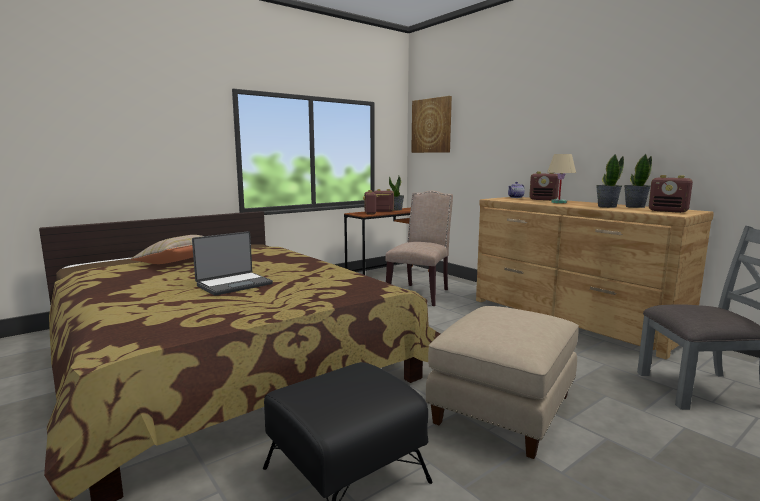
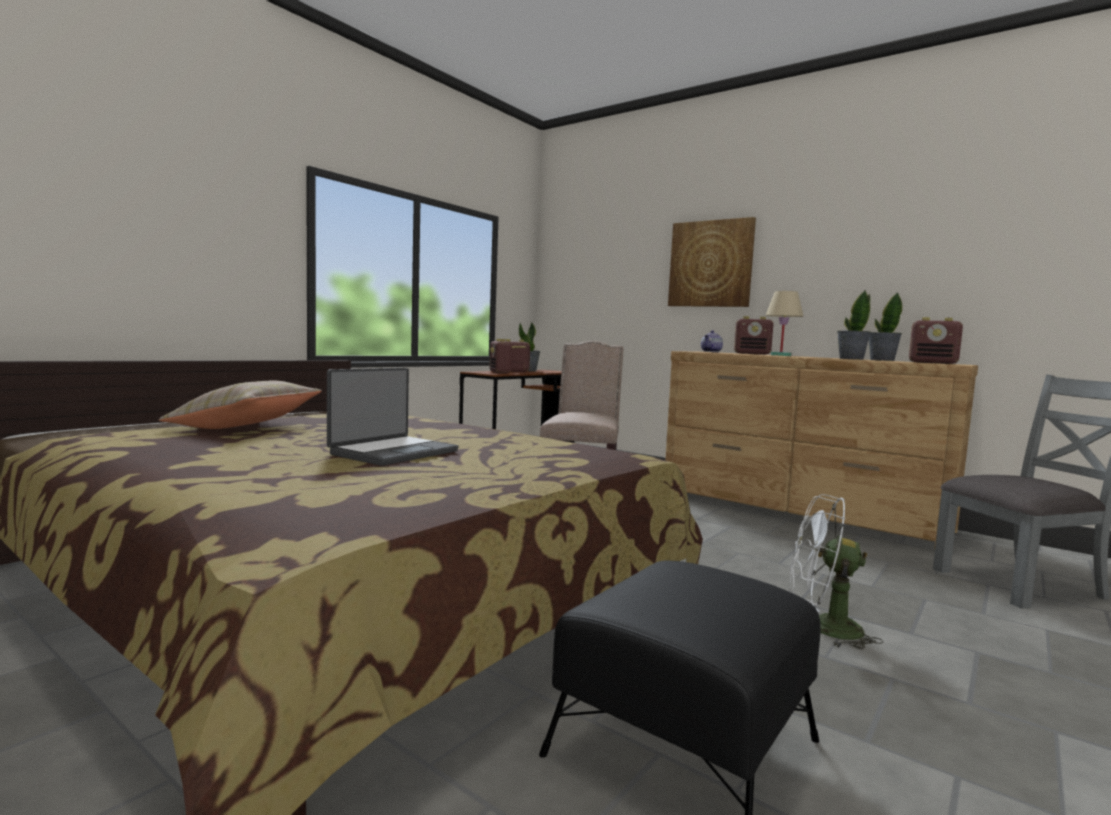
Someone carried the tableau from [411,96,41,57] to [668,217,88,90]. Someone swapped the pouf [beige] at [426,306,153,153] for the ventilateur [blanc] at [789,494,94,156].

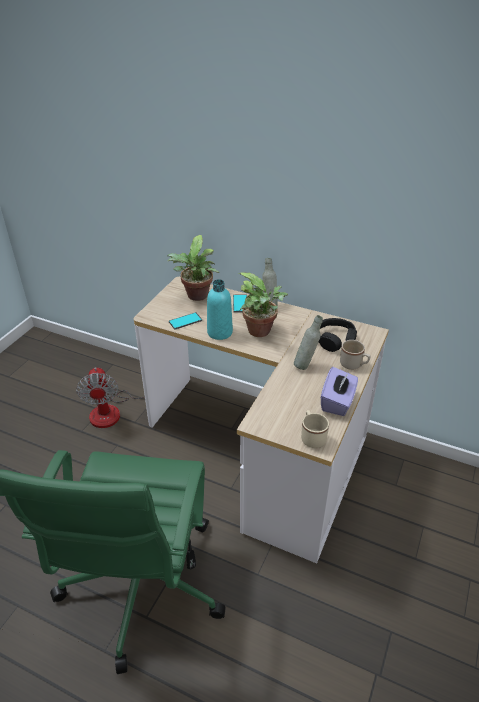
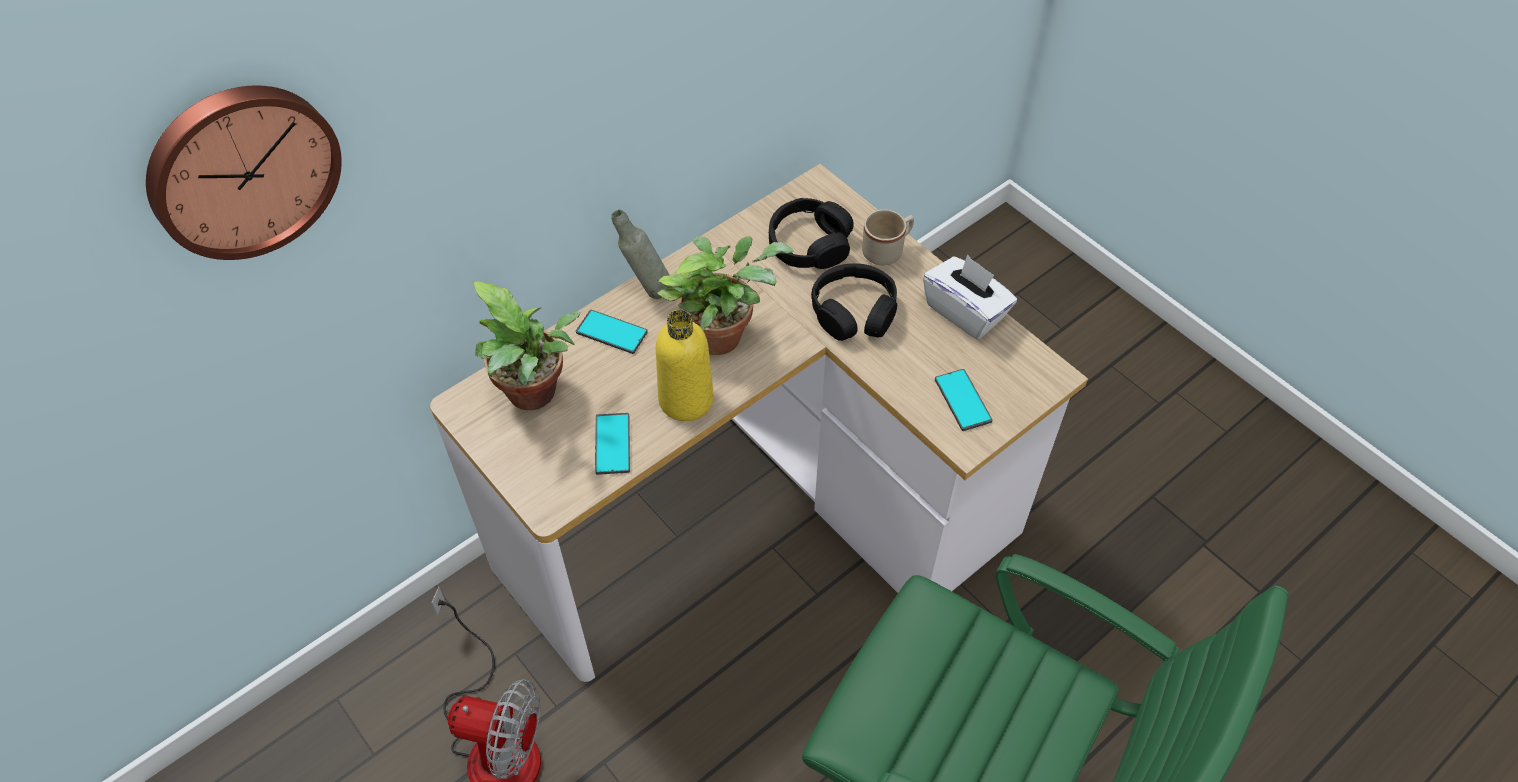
Someone repainted the bouteille [turquoise] at [207,279,26,61], which became the bouteille [jaune] at [656,310,58,111]. Someone swapped the bouteille [gris] at [294,315,29,55] for the casque audio [noir] at [811,263,86,78]. Someone repainted the boîte à mouchoirs [violet] at [321,367,37,49], which became the boîte à mouchoirs [blanc] at [923,255,94,84]. Someone took away the mug [beige] at [301,410,28,38]. Someone put up the horloge murale at [146,85,196,175]. Someone put down the téléphone at [935,369,58,62].

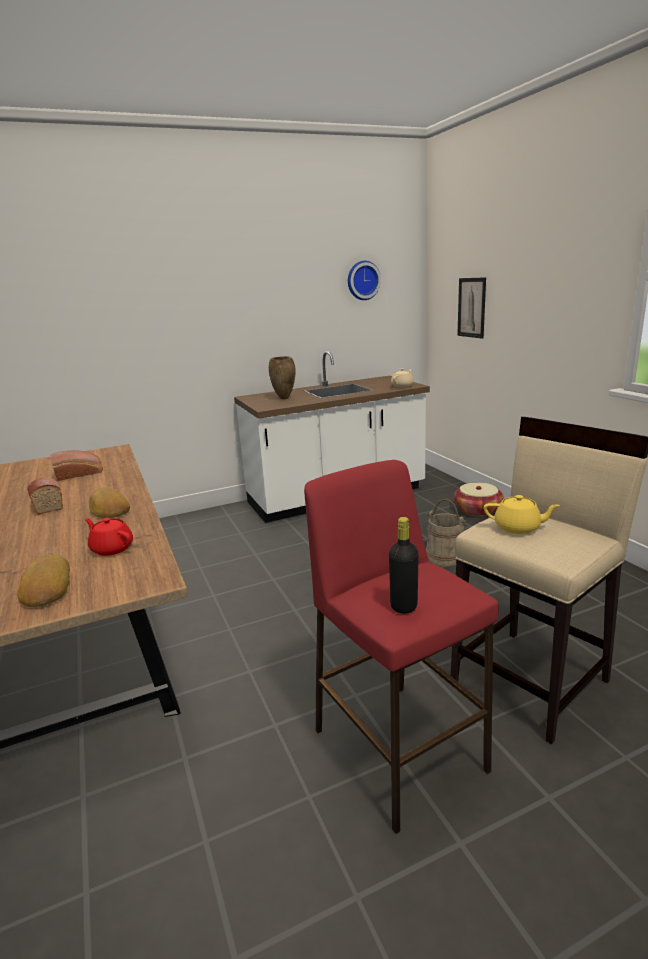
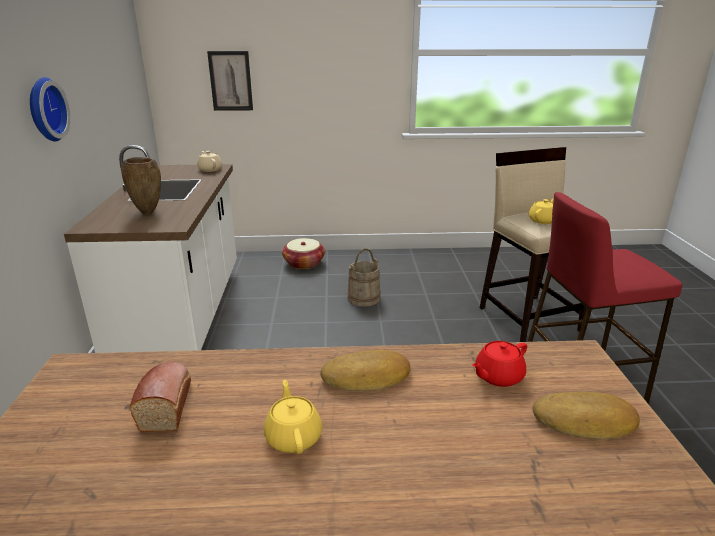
Someone carried the horloge murale from [348,261,33,39] to [30,77,40,65]. Someone swapped the pain at [27,477,36,37] for the théière [jaune] at [264,380,58,74]. Someone took away the bouteille [noir] at [389,517,30,97].

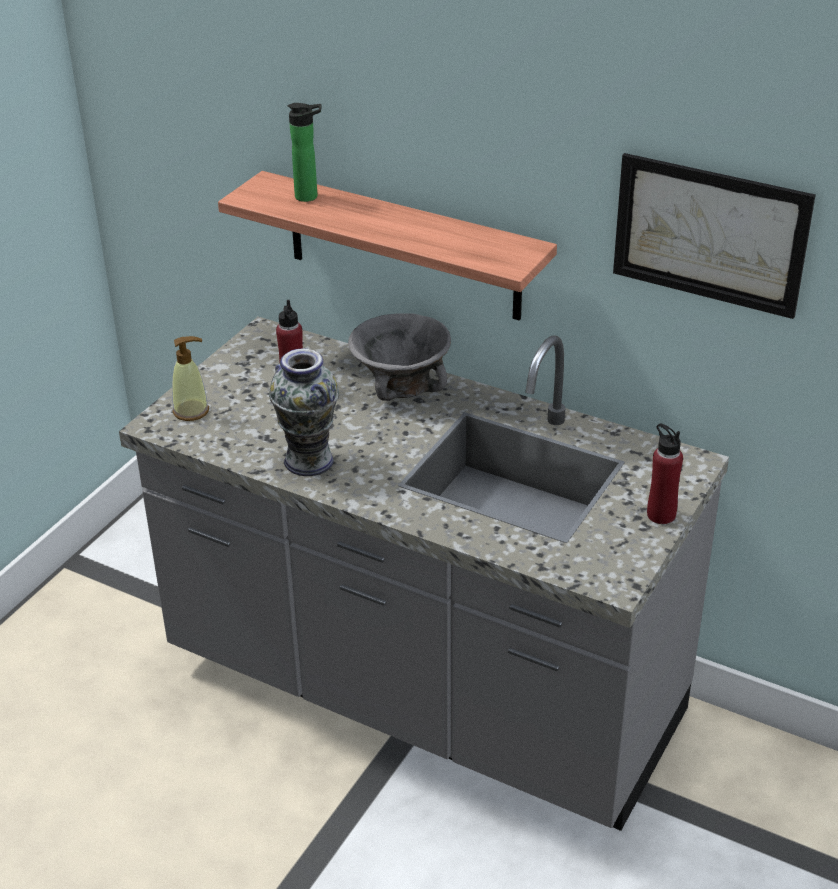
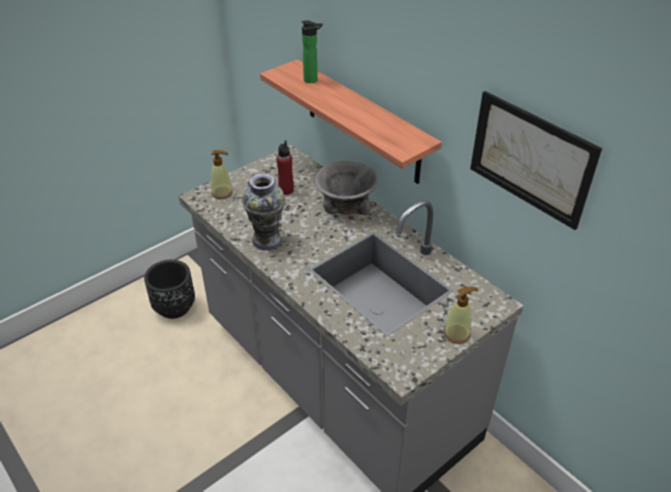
Someone swapped the bouteille [rouge] at [647,424,36,100] for the distributeur de savon at [444,287,34,57]. Someone put down the cache-pot [noir] at [144,260,51,59].

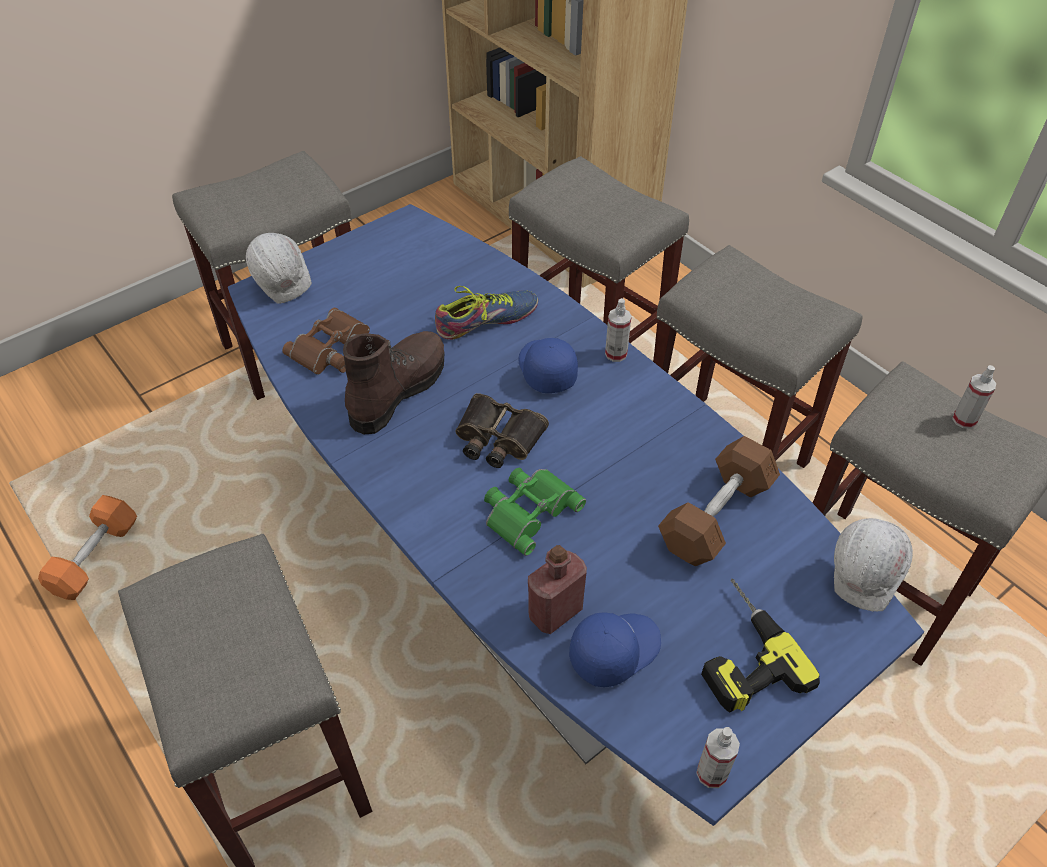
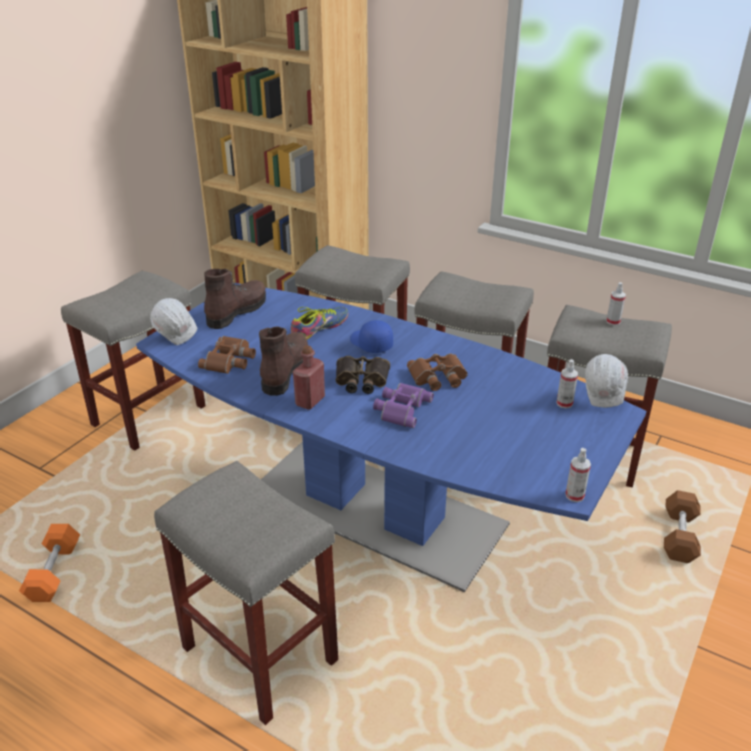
Someone carried the vaporisateur from [605,298,27,64] to [556,359,22,50]. Someone carried the haltère [marron] from [658,436,122,130] to [664,490,37,73]. Someone repainted the jumelles [vert] at [484,468,102,88], which became the jumelles [violet] at [373,383,61,45]. Someone carried the bouteille [rouge] from [528,545,59,89] to [293,345,32,65]. Someone took away the perceuse at [701,579,119,134]. Someone took away the casquette [bleu] at [569,612,92,75]. Someone put down the botte [marron] at [204,269,62,60]. Someone put down the jumelles [marron] at [407,353,61,38].

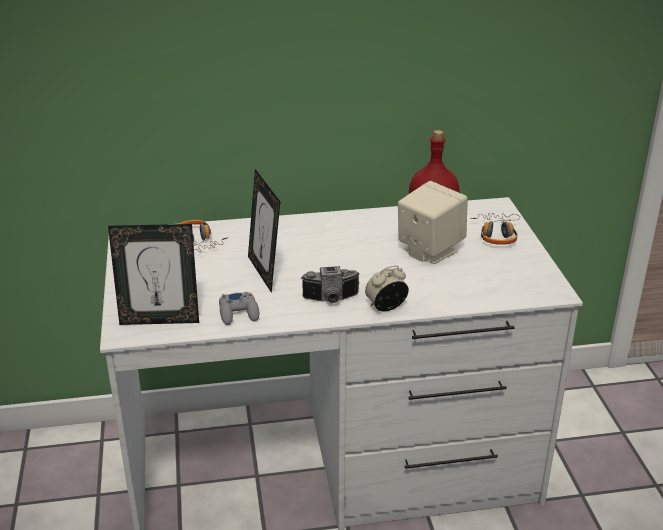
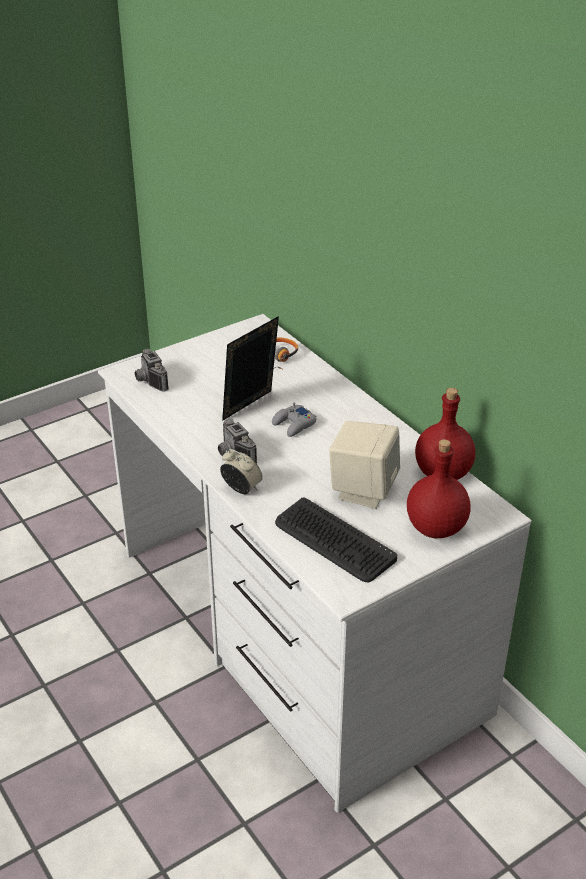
Someone swapped the casque audio at [470,213,50,32] for the bouteille [rouge] at [407,439,64,99]. Someone swapped the cadre photo at [108,224,91,101] for the appareil photo at [135,348,34,43]. Someone carried the manette [gris] from [219,292,40,33] to [272,402,45,35]. Someone put down the clavier at [275,497,122,85].

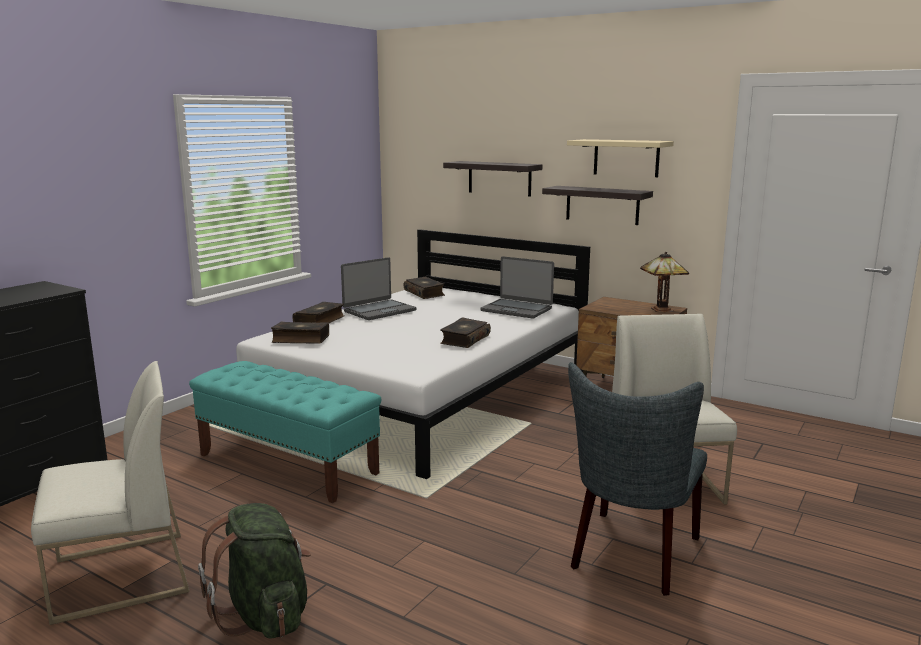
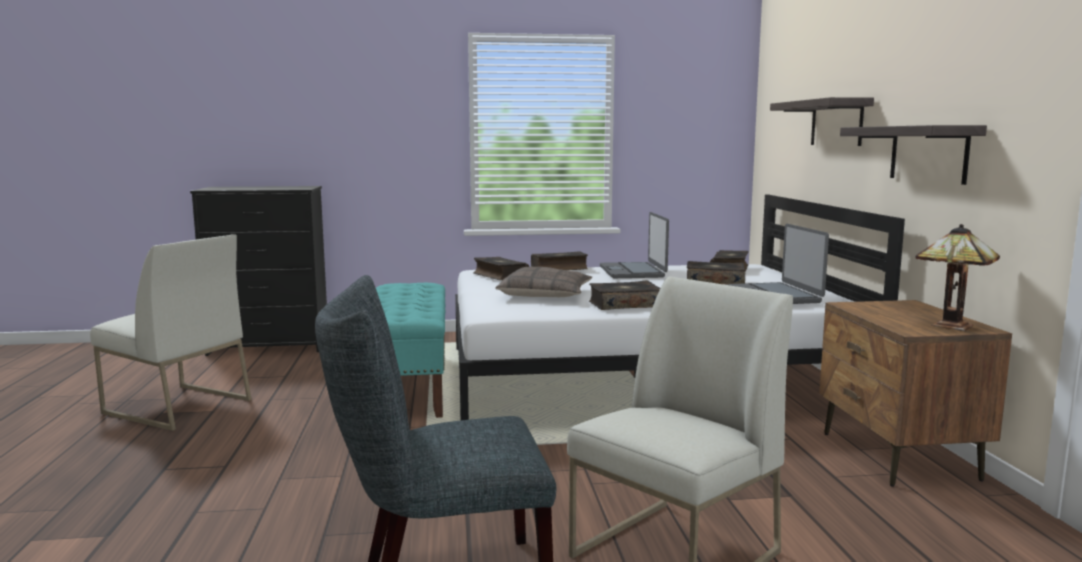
Someone took away the étagère [beige] at [567,139,107,38]. Someone rotated the ordinateur portable at [341,257,75,63] by 75 degrees clockwise. Someone took away the sac à dos [vert] at [198,503,113,136]. Someone put down the livre at [687,261,58,24]. Someone put down the coussin at [495,267,97,30].

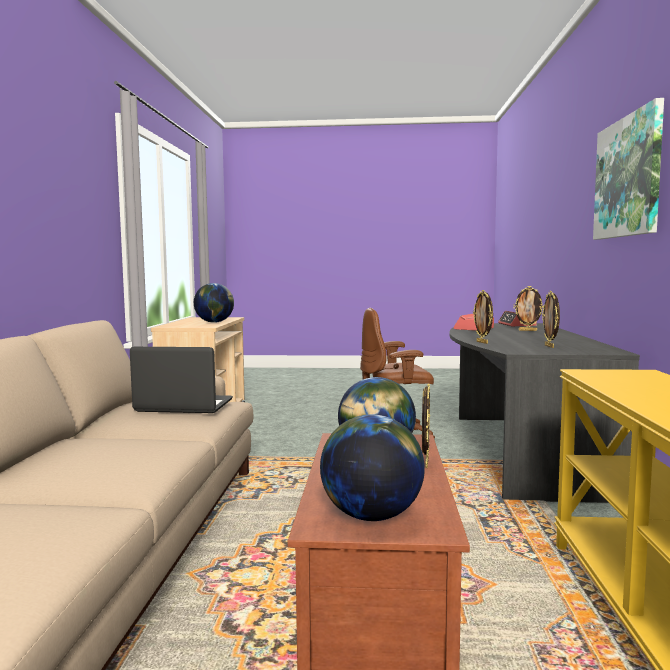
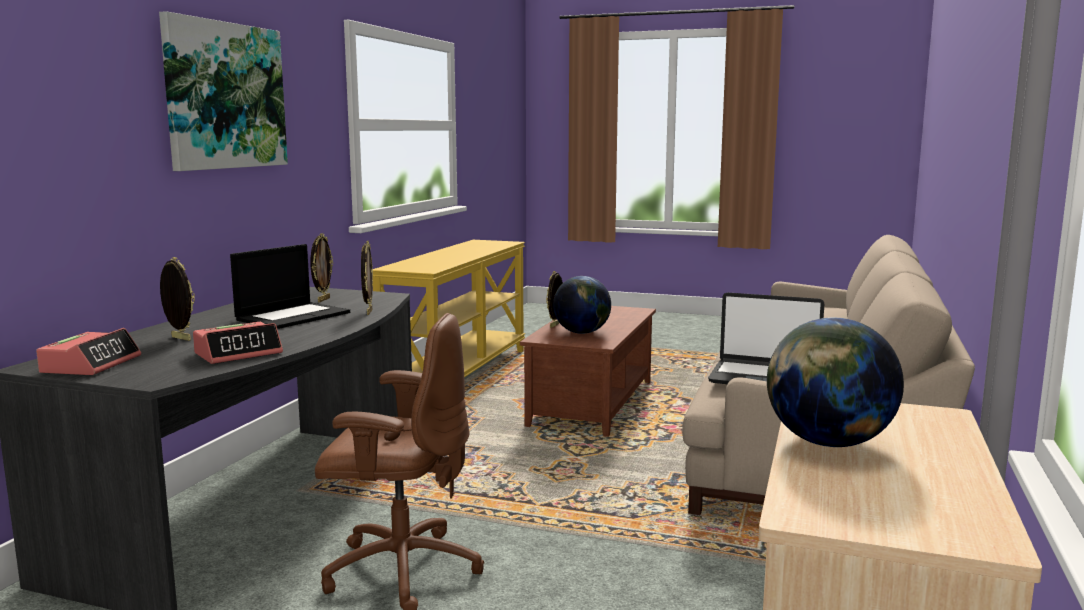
Someone took away the globe at [320,414,105,107]. Someone put down the ordinateur portable at [230,244,120,85].

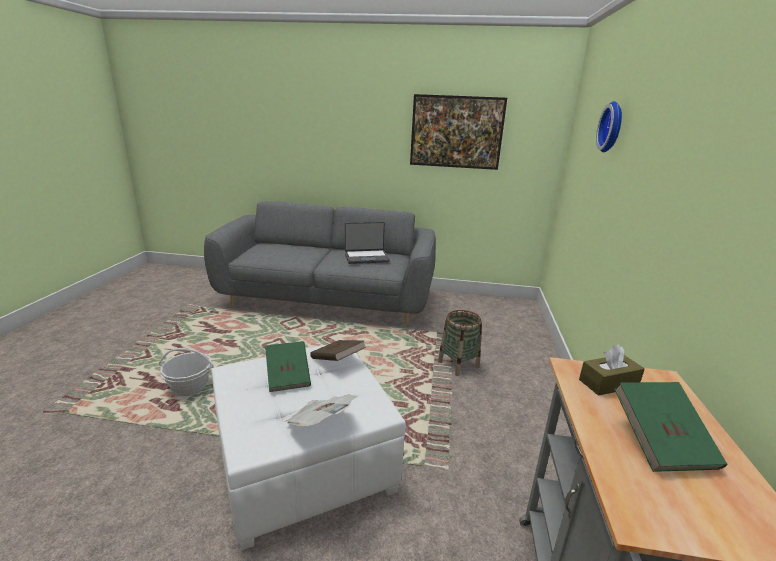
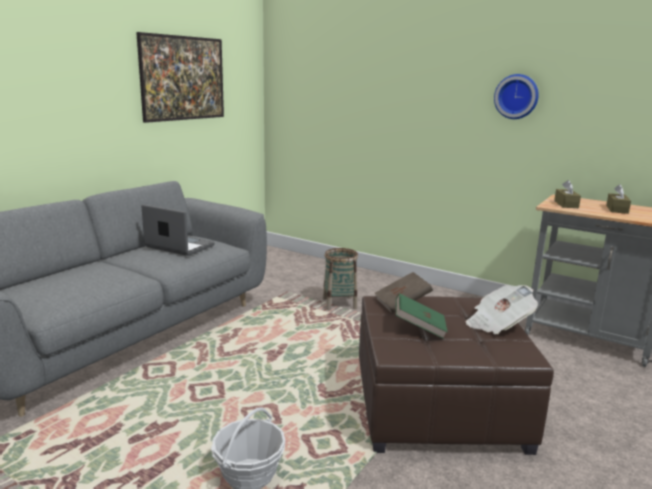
Someone carried the horloge murale from [596,101,26,51] to [494,74,45,45]. Someone rotated the ordinateur portable at [345,222,45,42] by 75 degrees counterclockwise. Someone repainted the pouf [blanc] at [211,344,195,206], which became the pouf [marron] at [359,296,195,159]. Someone swapped the livre [vert] at [614,382,113,90] for the boîte à mouchoirs [marron] at [606,184,25,30].

